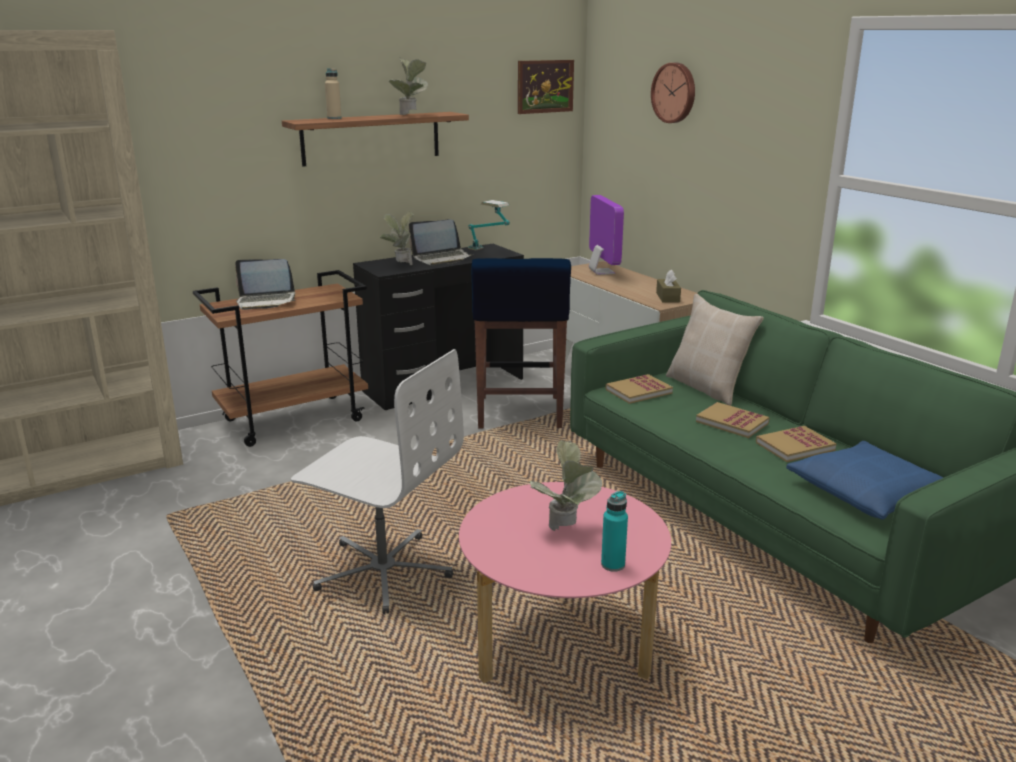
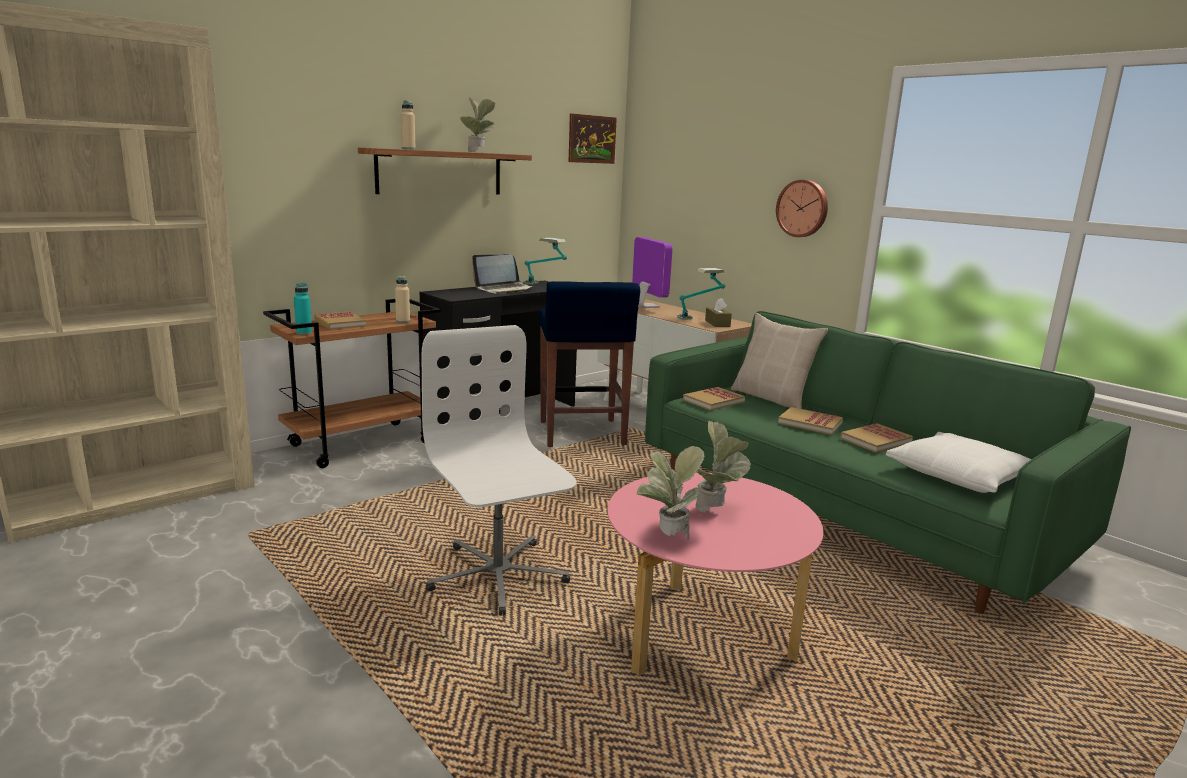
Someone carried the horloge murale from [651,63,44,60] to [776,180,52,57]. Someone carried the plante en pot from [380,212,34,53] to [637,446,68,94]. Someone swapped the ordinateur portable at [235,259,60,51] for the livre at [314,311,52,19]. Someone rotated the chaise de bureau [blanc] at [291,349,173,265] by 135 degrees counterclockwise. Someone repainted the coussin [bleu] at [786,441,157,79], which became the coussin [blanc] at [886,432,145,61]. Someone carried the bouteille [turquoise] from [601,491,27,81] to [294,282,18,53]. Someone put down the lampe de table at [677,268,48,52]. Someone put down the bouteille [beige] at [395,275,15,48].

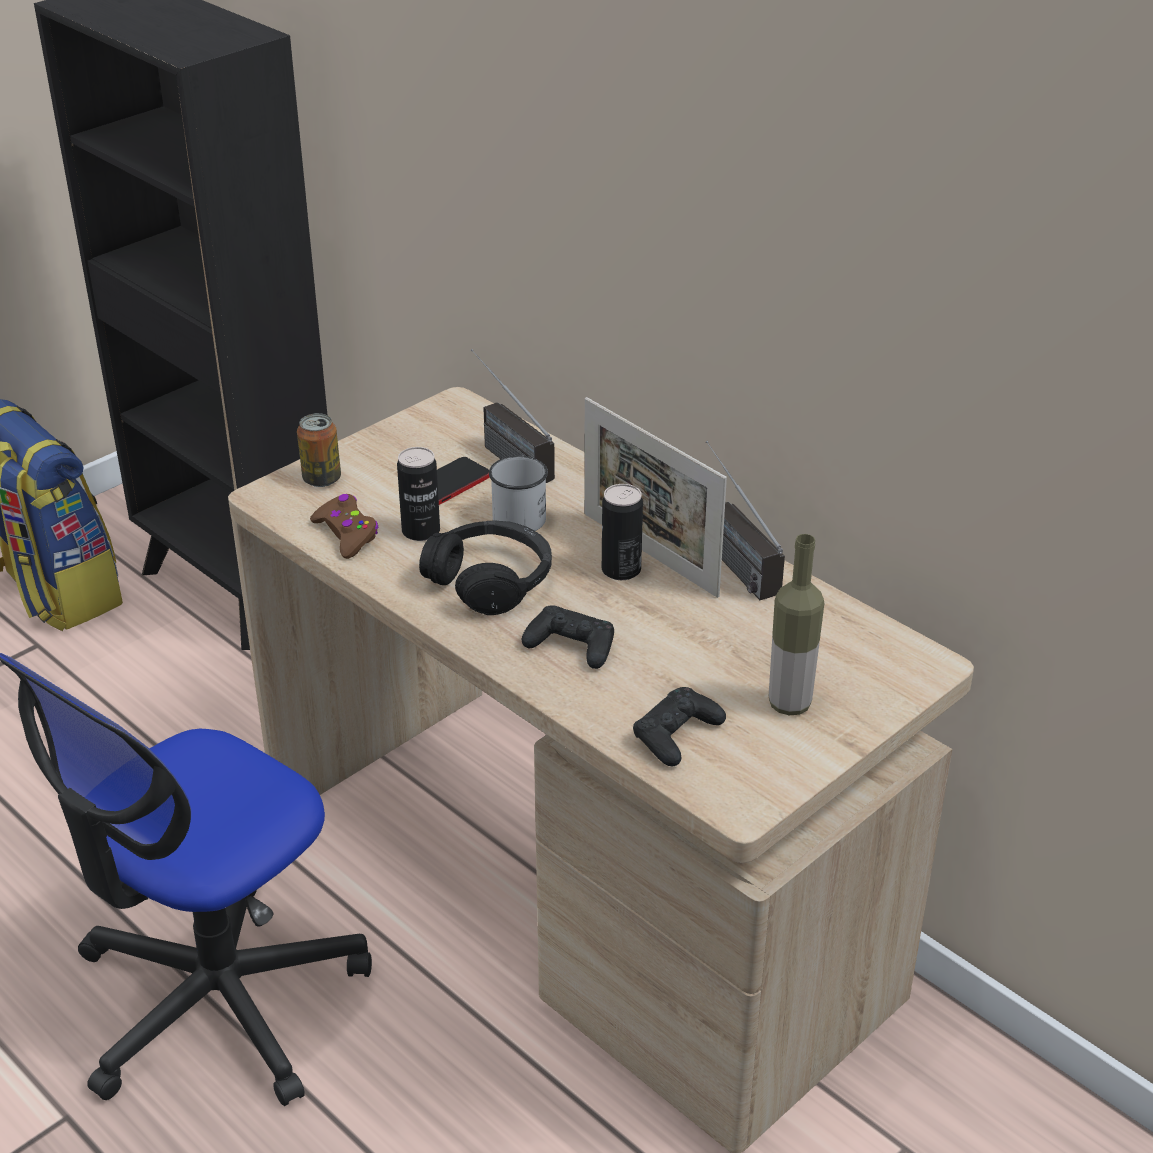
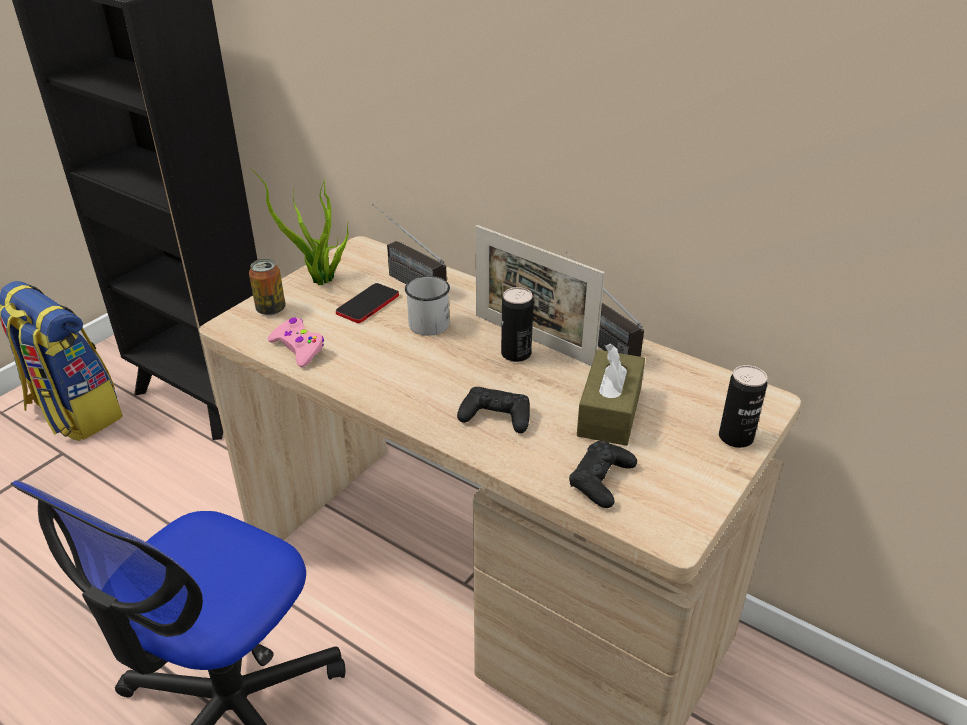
Someone carried the boîte métallique from [397,447,43,94] to [719,365,48,83]. Someone repainted the manette [marron] at [310,494,68,65], which became the manette [rose] at [268,318,56,50]. Someone took away the casque audio [noir] at [419,521,133,94]. Someone took away the bouteille at [769,534,55,181]. Someone put down the plante en pot at [250,168,99,117]. Someone put down the boîte à mouchoirs [marron] at [577,344,68,102].

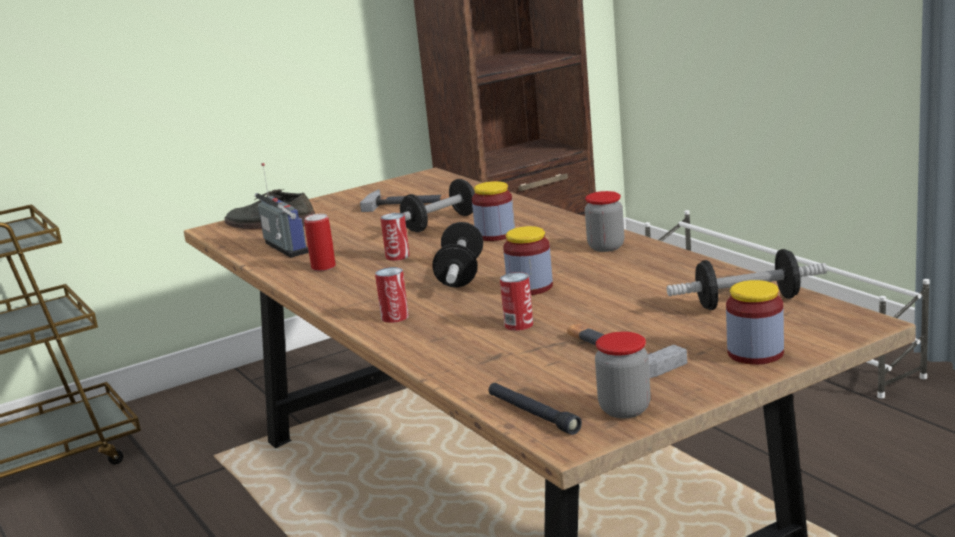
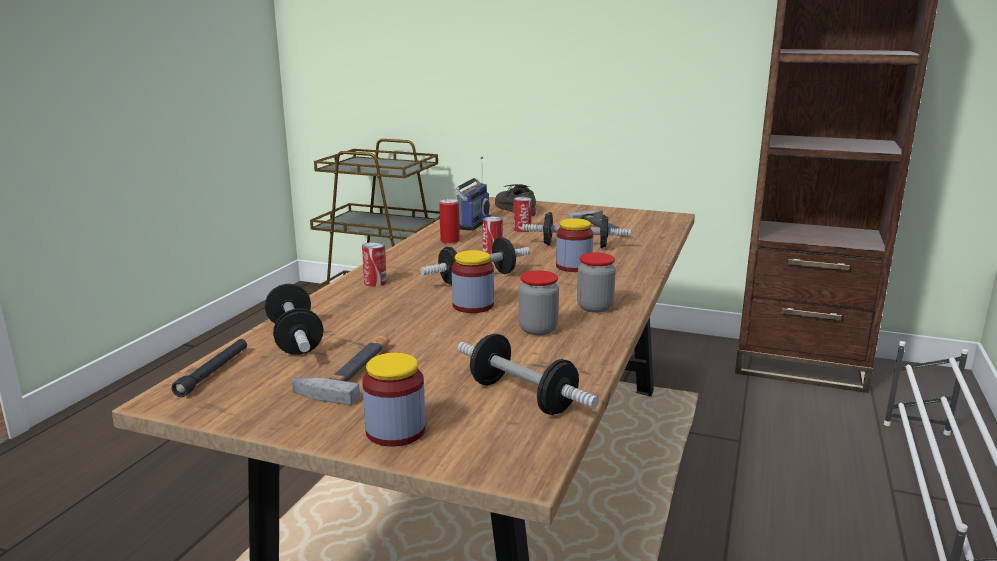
Someone carried the boîte métallique from [500,272,33,59] to [514,197,18,35]. Someone carried the bocal from [595,331,56,87] to [519,270,40,65]. Someone put down the haltère at [265,284,58,71].

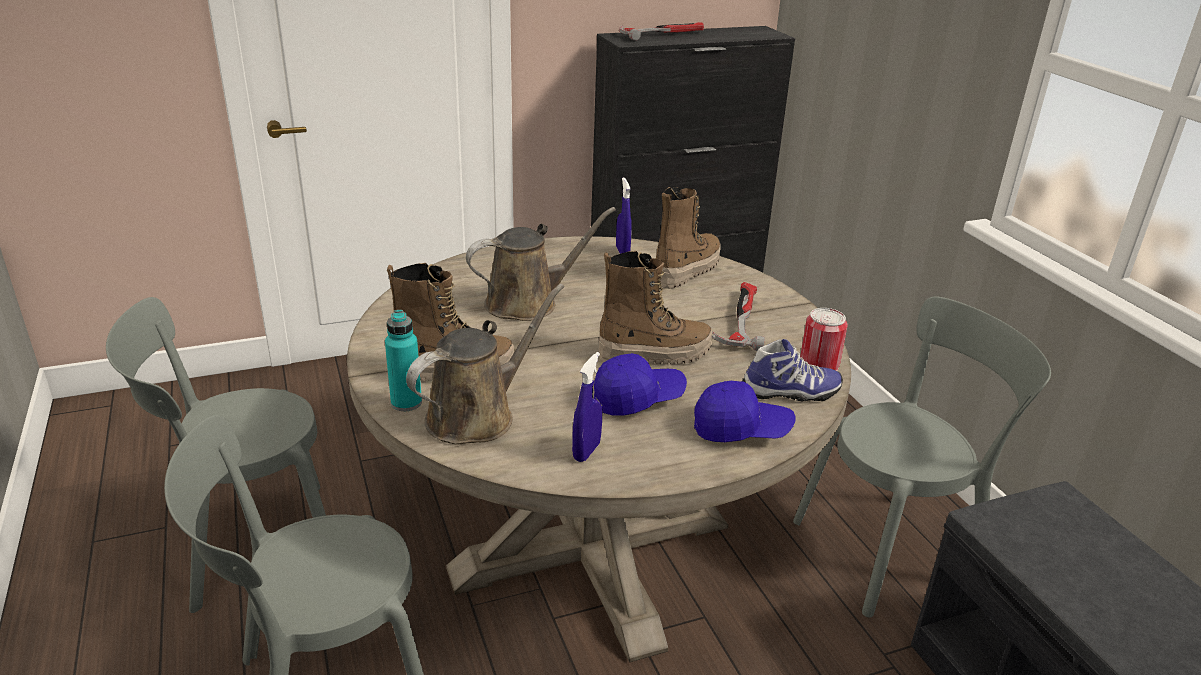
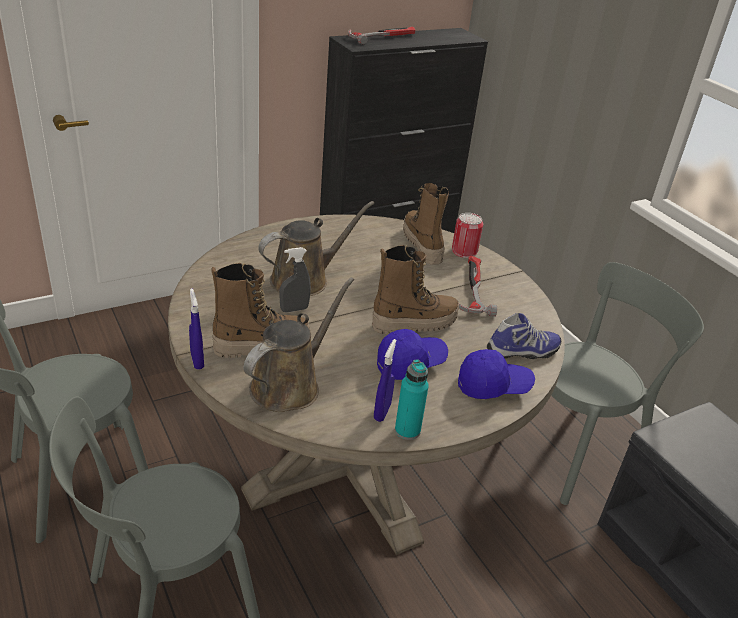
Someone carried the vaporisateur [bleu] from [616,177,16,77] to [189,288,15,82]. Someone rotated the botte at [656,187,65,102] by 45 degrees counterclockwise. Someone carried the boîte métallique from [800,308,48,63] to [452,213,31,45]. Someone carried the bouteille [turquoise] from [385,310,37,101] to [395,359,34,81]. Someone put down the vaporisateur [gris] at [279,247,32,65].

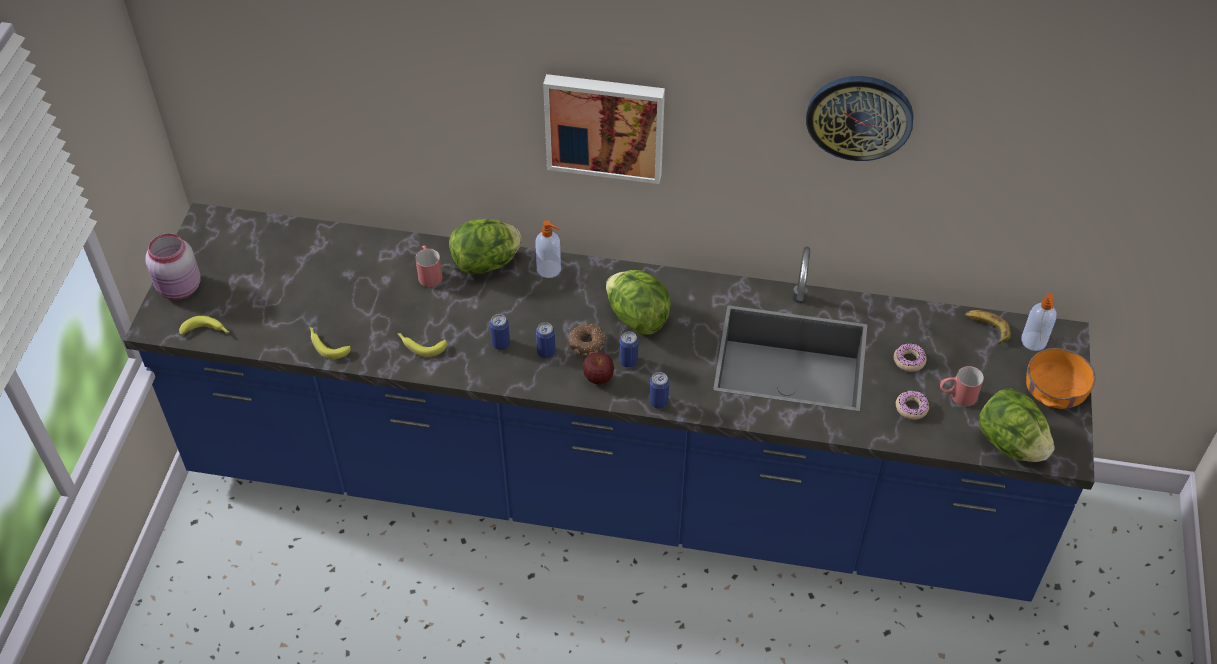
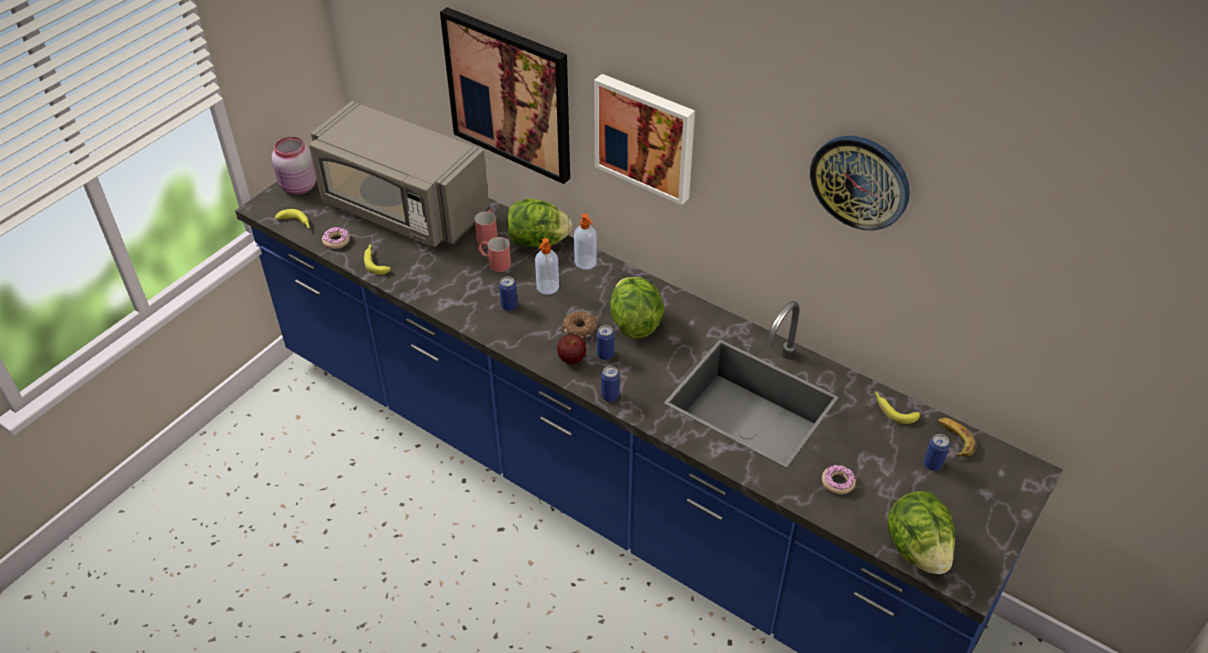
Someone carried the distributeur de savon from [1021,293,35,58] to [535,238,24,57]. Someone carried the boîte métallique from [536,322,20,37] to [924,434,26,37]. Someone carried the banane from [397,333,50,24] to [874,391,46,33]. Someone carried the beignet from [894,343,32,29] to [322,227,28,22]. Someone took away the bol [orange] at [1026,348,69,61]. Someone carried the mug [rouge] from [940,366,44,40] to [478,237,33,35]. Someone put up the tableau at [440,7,130,177]. Someone put down the micro-ondes [gris] at [309,101,180,146].

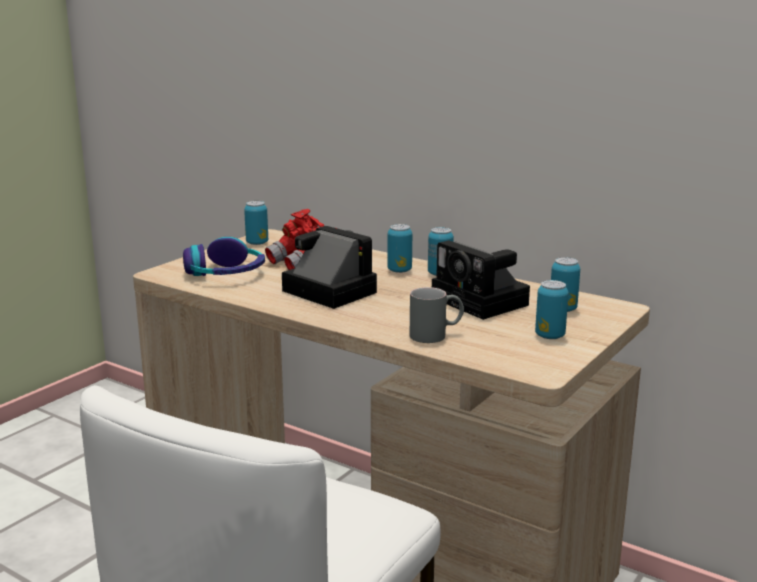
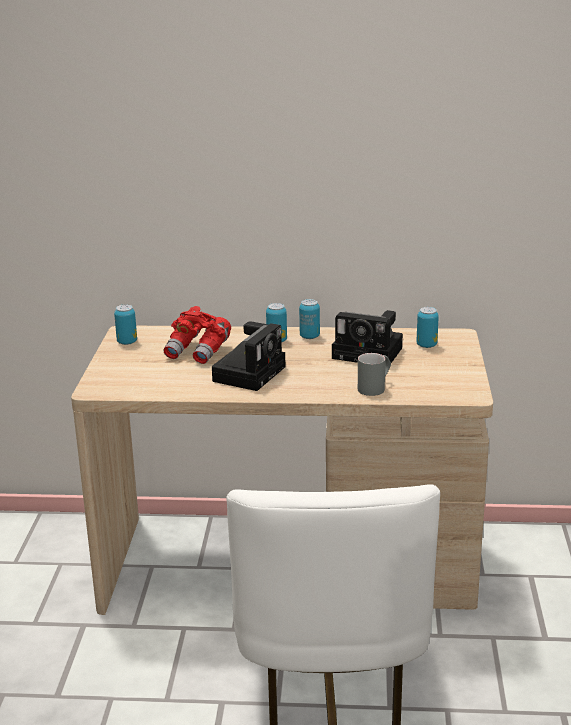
Someone rotated the appareil photo at [282,226,95,83] by 105 degrees clockwise. Someone took away the casque audio at [183,237,82,39]. Someone took away the boîte métallique at [535,280,34,59].

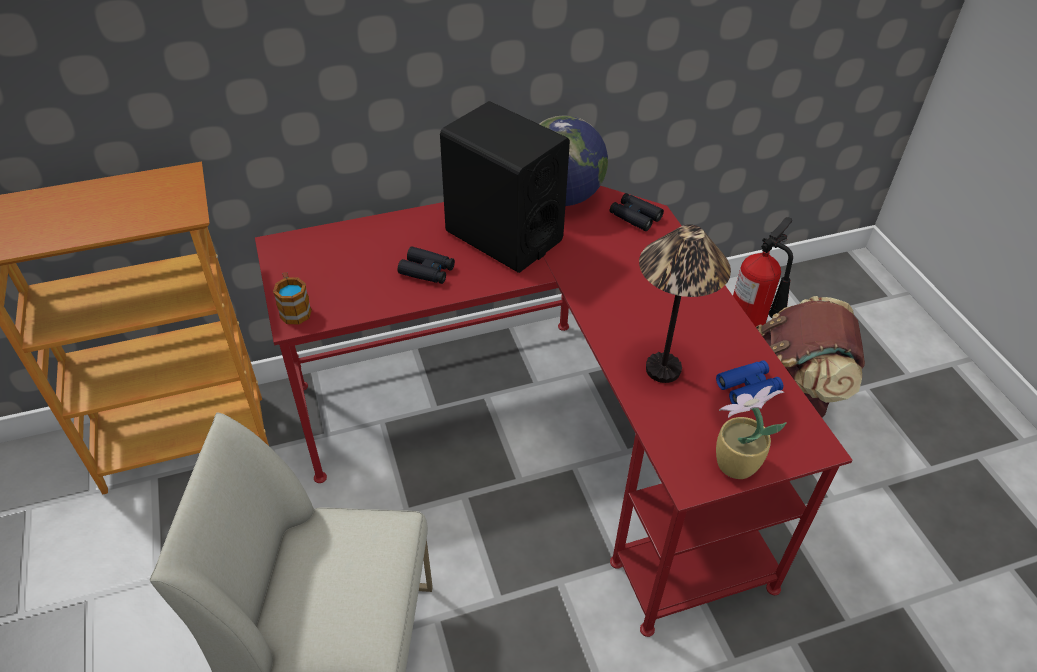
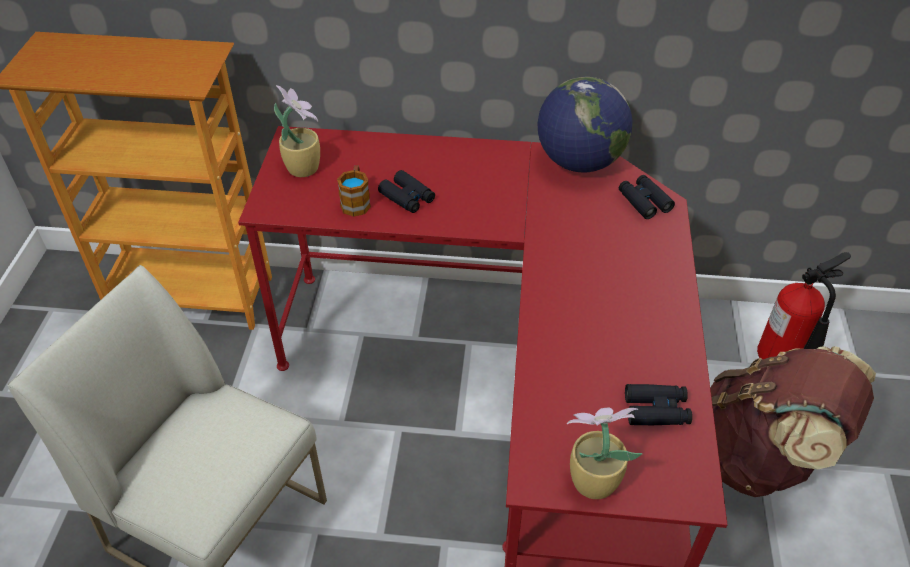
Someone took away the enceinte [noir] at [440,101,130,172]. Someone took away the lampe de table at [639,224,92,159]. Someone carried the mug from [273,272,39,52] to [337,165,34,52]. Someone repainted the jumelles [bleu] at [716,360,67,44], which became the jumelles [noir] at [625,384,67,41]. Someone put down the plante en pot at [274,85,46,92].

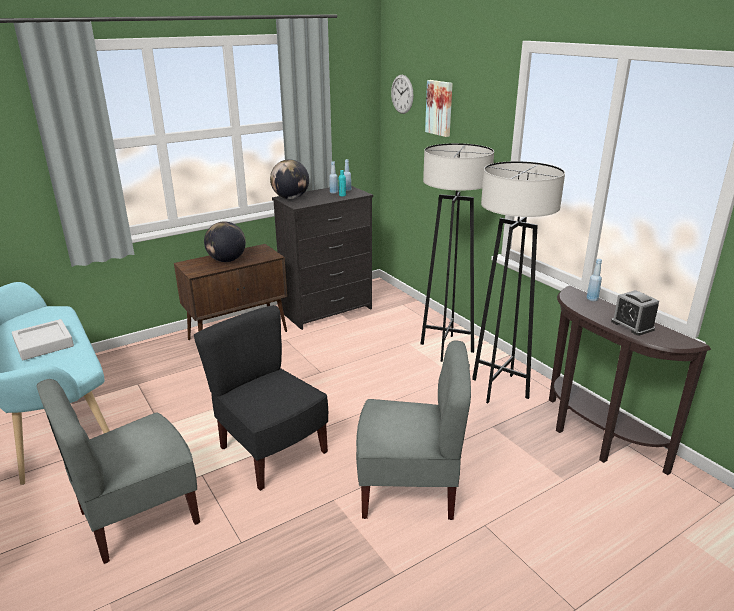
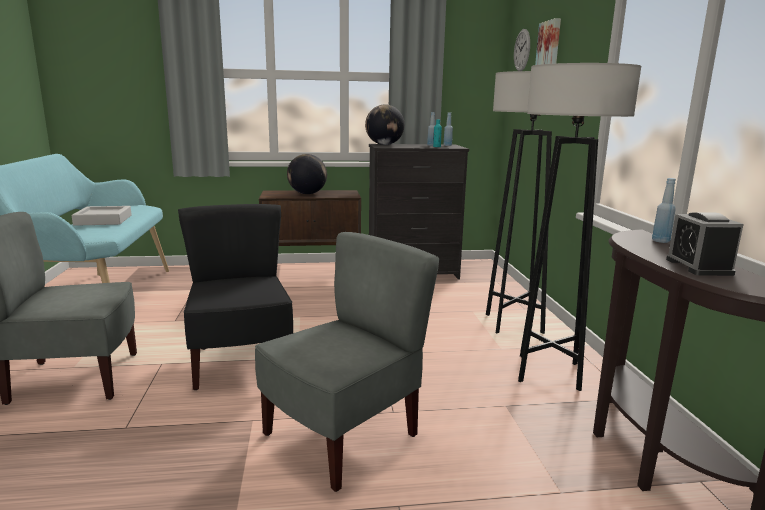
Someone rotated the chaise [gris] at [356,340,115,180] by 75 degrees counterclockwise.

